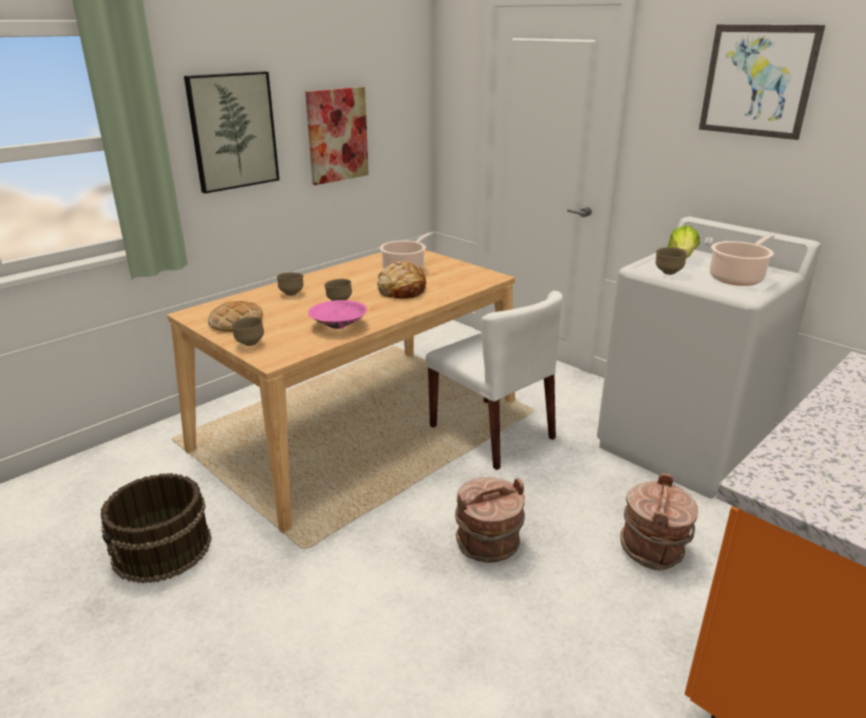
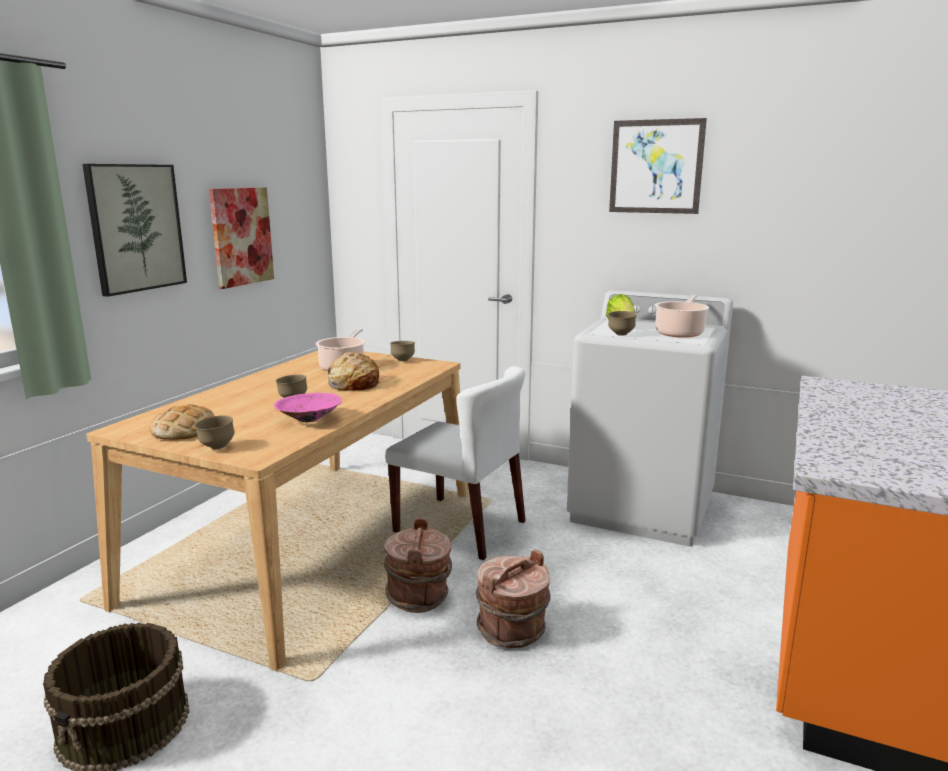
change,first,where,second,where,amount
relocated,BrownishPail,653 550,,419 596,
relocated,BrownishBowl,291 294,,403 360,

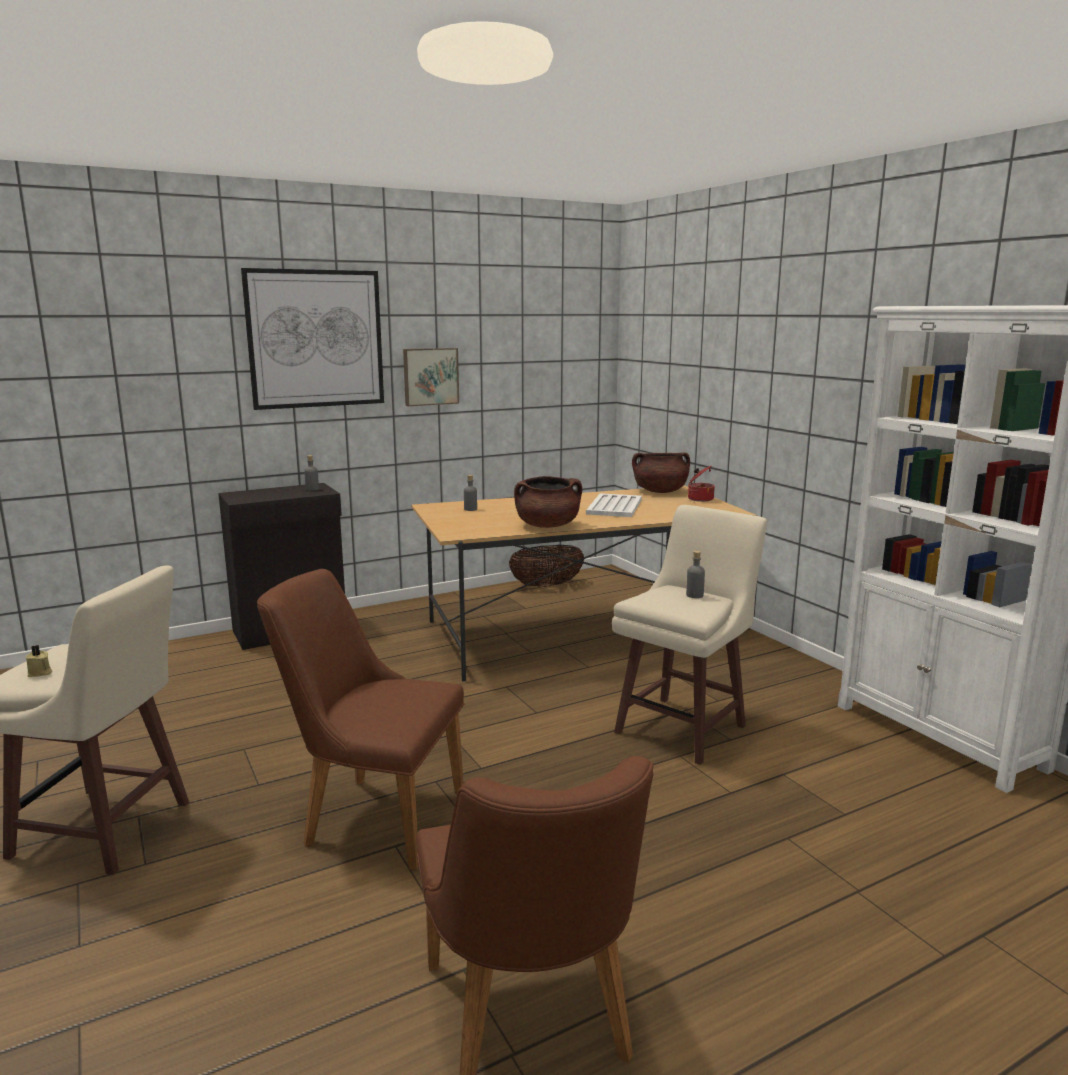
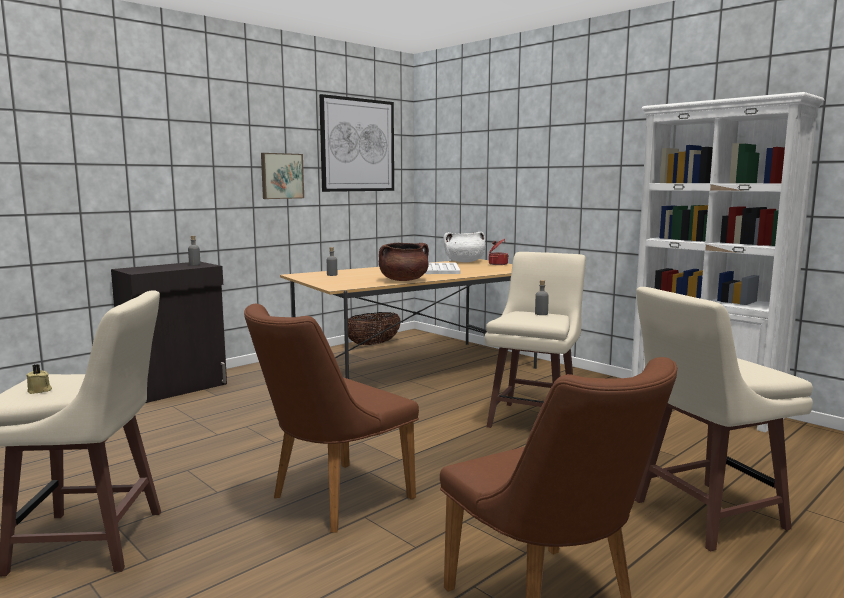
change,first,where,second,where,amount
spun,BrownishUprightChair,371 816,,331 500,45 degrees counterclockwise
relocated,WallPicture,315 339,,357 145,
colour,BrownishStockpot,660 491,WhitishStockpot,464 261,
appeared,,,BeigeColouredStool,705 515,

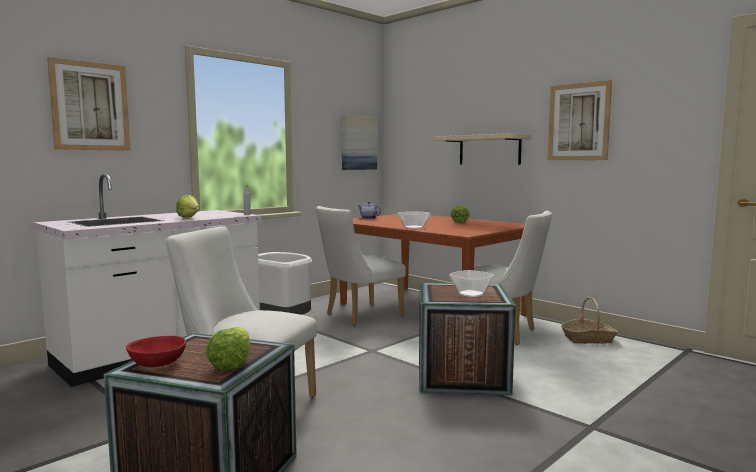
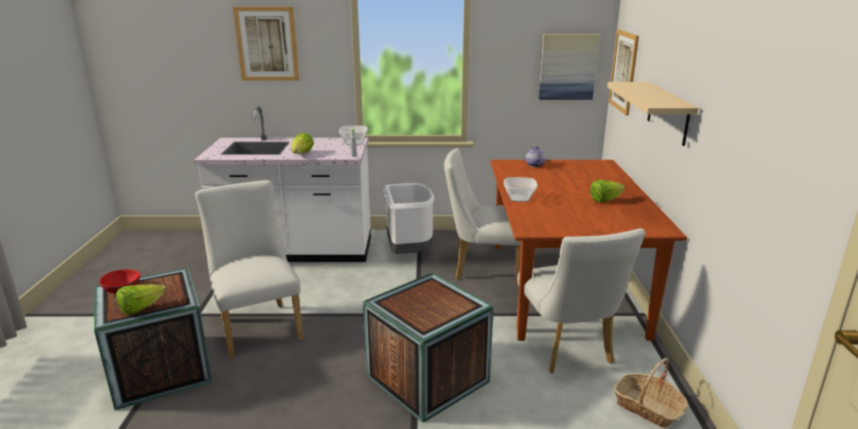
change,first,where,second,where,amount
relocated,Bowl,471 294,,354 143,
relocated,WallPicture,578 122,,623 71,

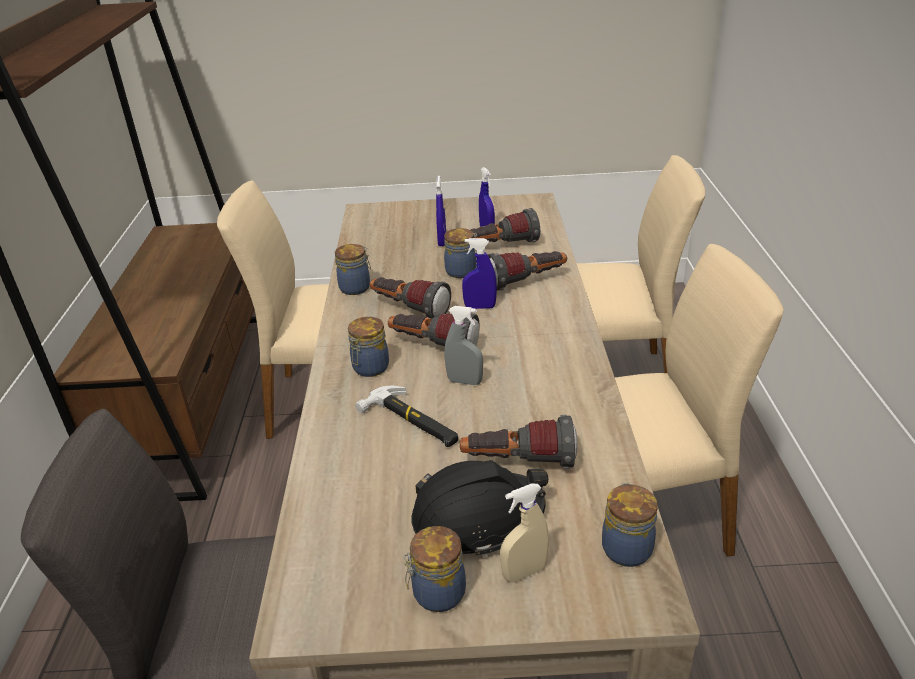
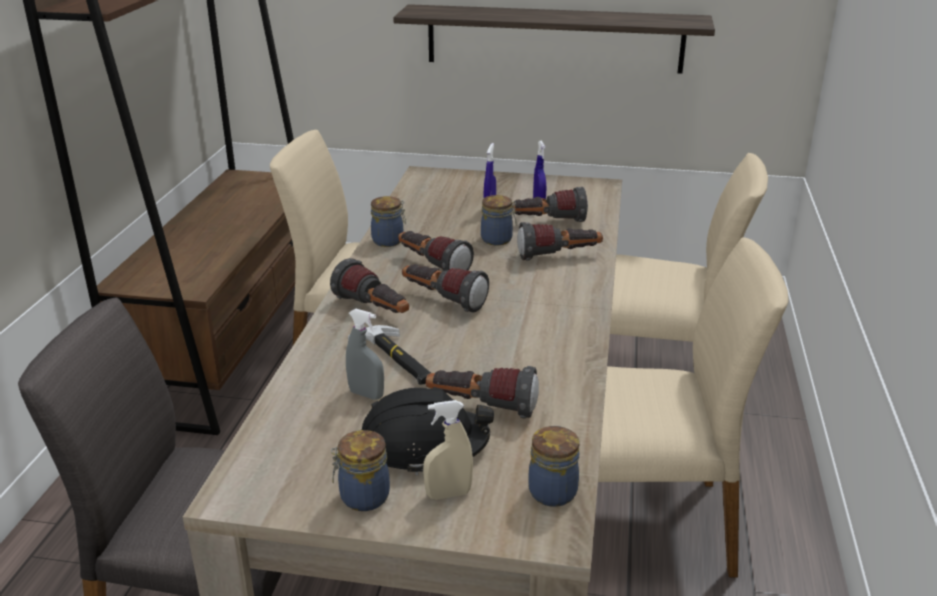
change,first,where,second,where,amount
exchanged,StorageJar,369 368,Flashlight,374 310,
relocated,GrayHandSprayer,464 381,,366 394,
appeared,,,BracketShelf,554 38,
missing,BluishHandSprayer,480 307,,,

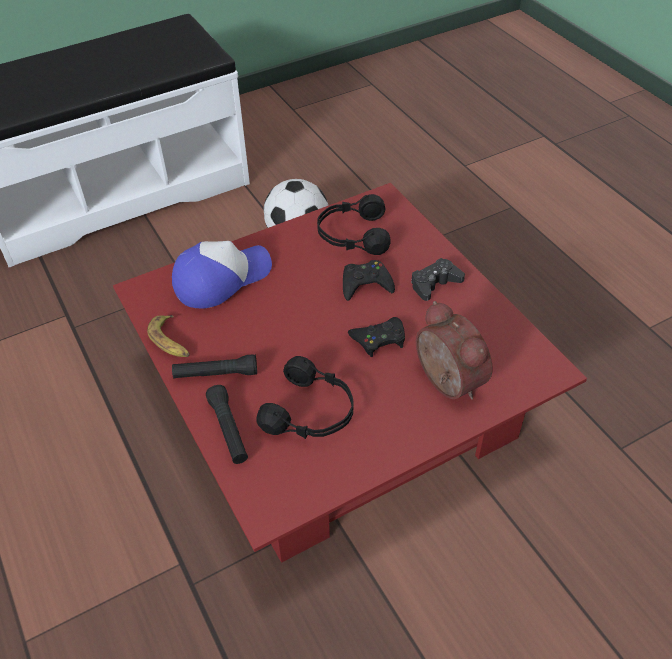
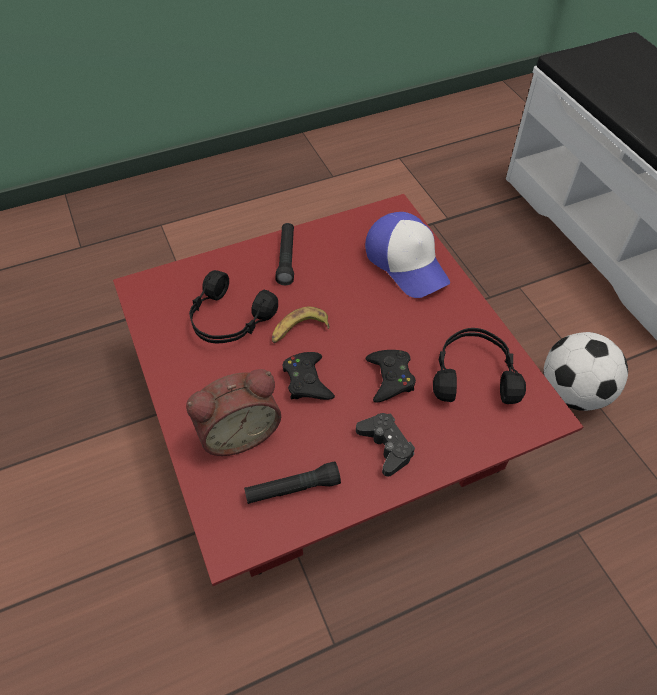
change,first,where,second,where,amount
relocated,BlackFlashlight,228 430,,292 489,
relocated,BananaFruit,171 341,,299 330,

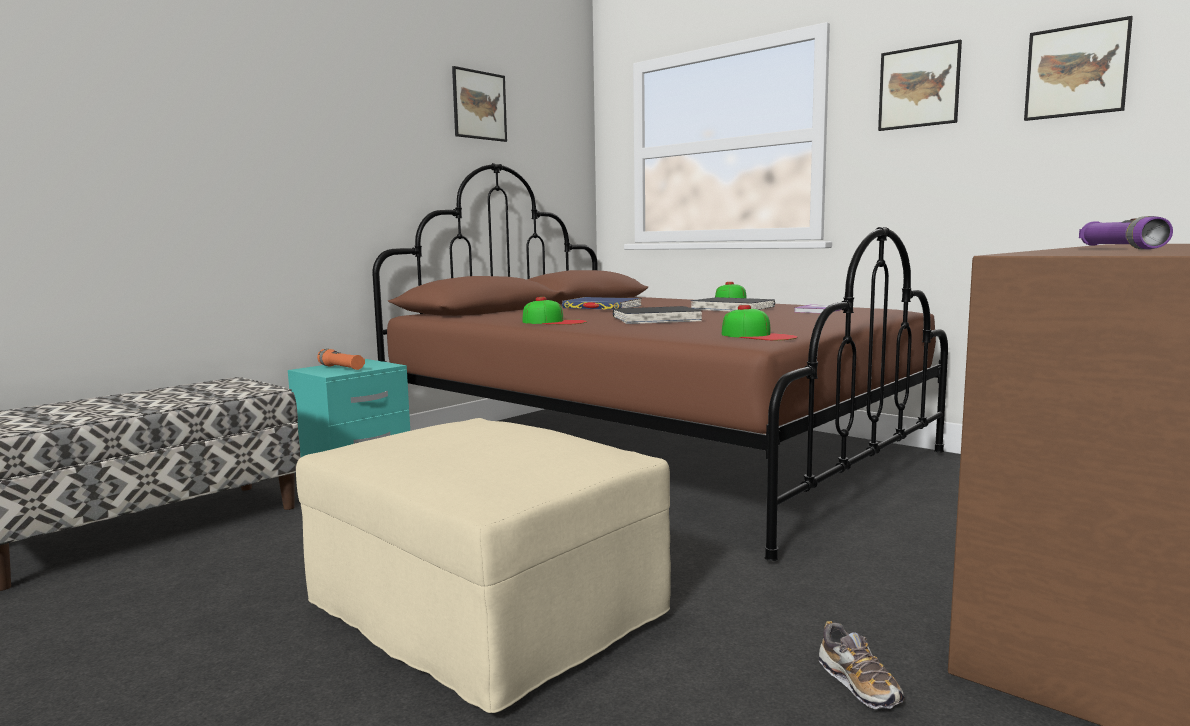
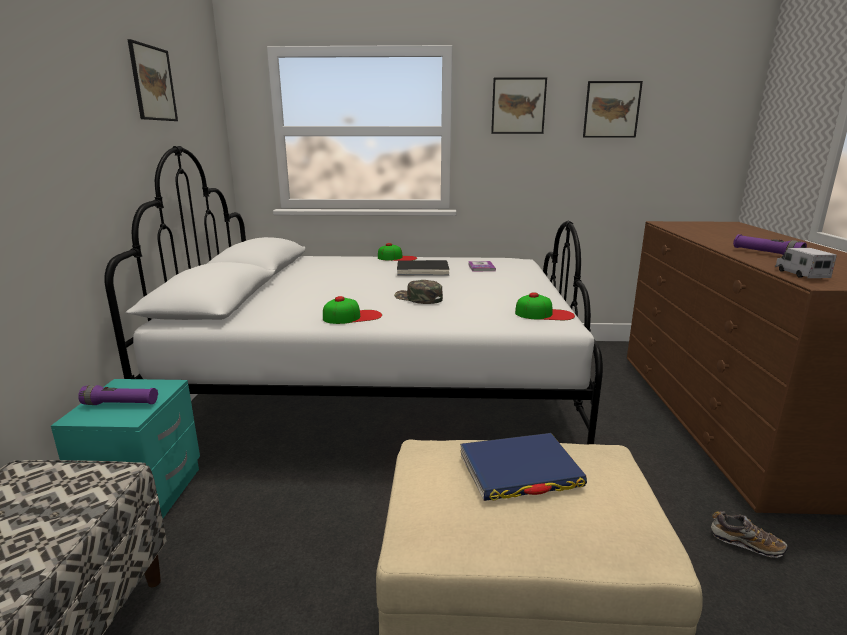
change,first,where,second,where,amount
colour,OrangeyFlashlight,341 368,PurplishFlashlight,120 404,
colour,BrownishBedroomBed,654 452,WhitishBedroomBed,381 388,
exchanged,BlackBook,656 319,GreenColouredCap,418 298,
relocated,BluishBook,602 308,,519 471,
appeared,,,ToyLorry,801 274,

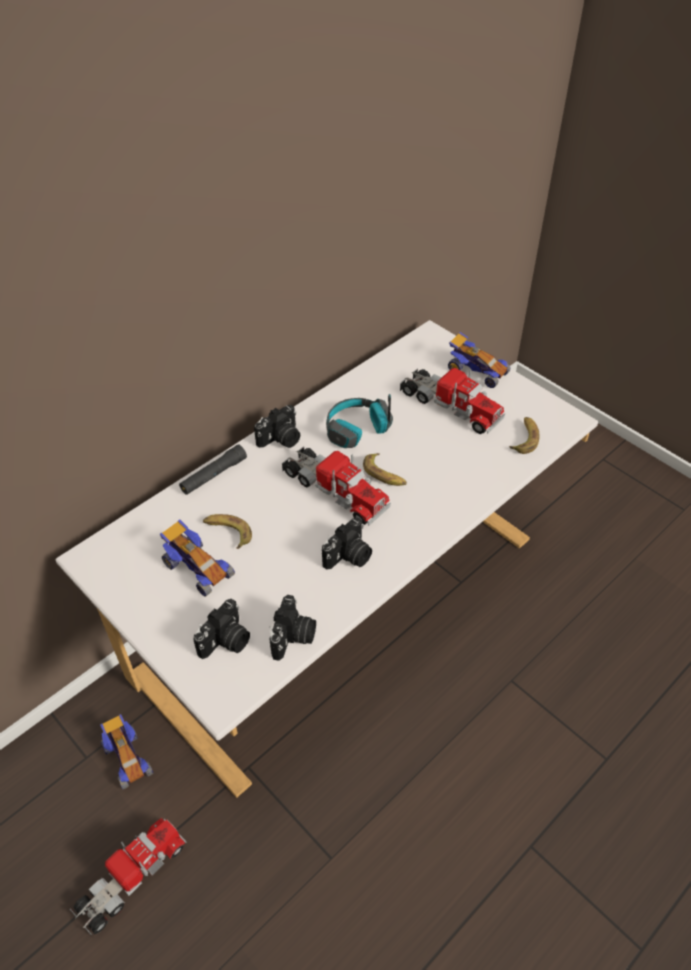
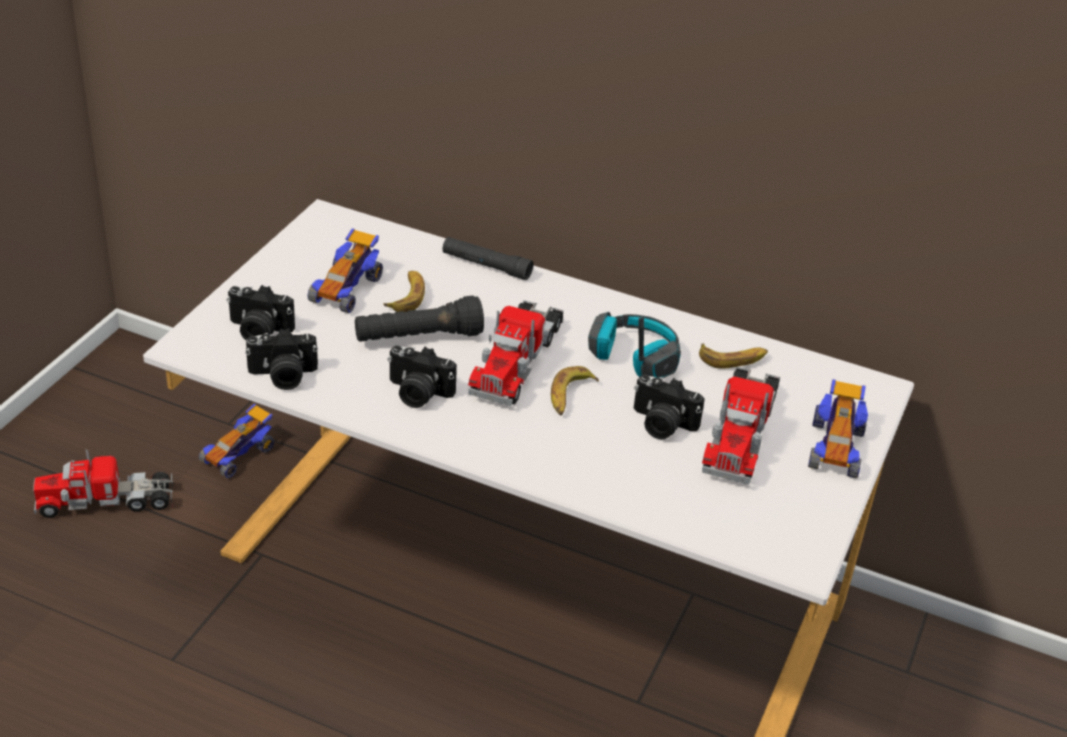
change,first,where,second,where,amount
spun,ToyLorry,131 878,,106 501,150 degrees clockwise
appeared,,,BlackFlashlight,418 338,
relocated,PhotoCamera,281 439,,661 424,
relocated,BananaFruit,524 438,,733 359,

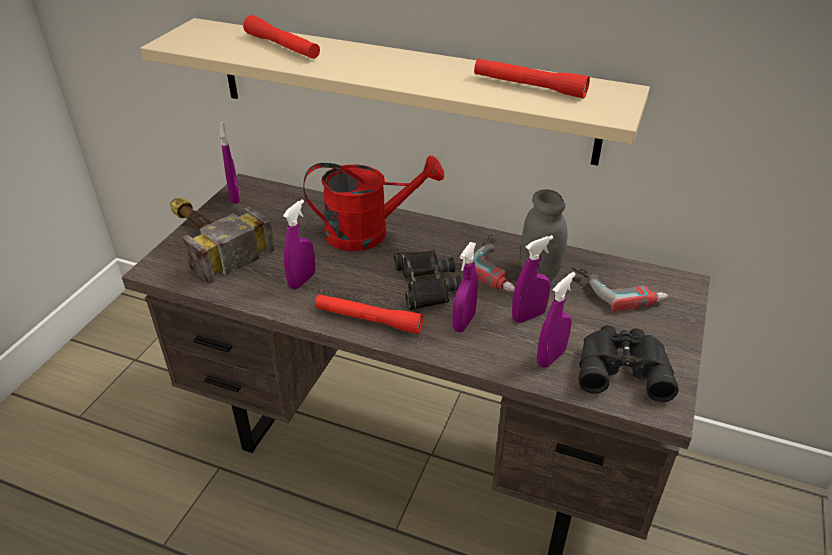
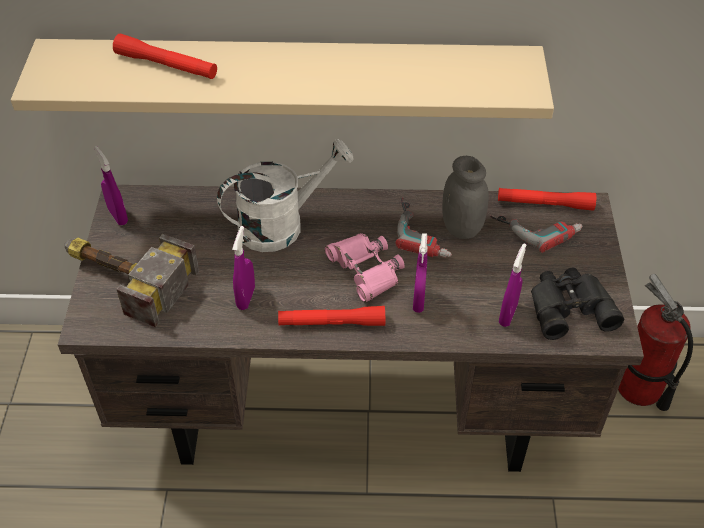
change,first,where,second,where,amount
colour,ReddishWateringPot,369 232,WhitishWateringPot,282 224,
colour,BlackFieldGlasses,425 285,PinkColouredFieldGlasses,365 270,
relocated,ReddishFlashlight,529 86,,545 204,
appeared,,,FireFightingCylinder,639 388,
missing,PurplishHandSprayer,528 316,,,

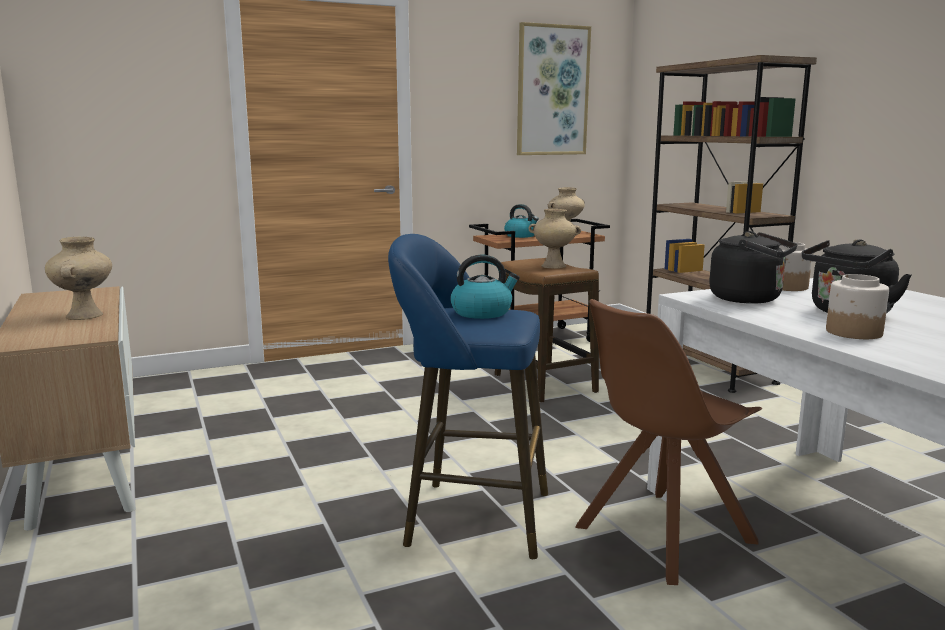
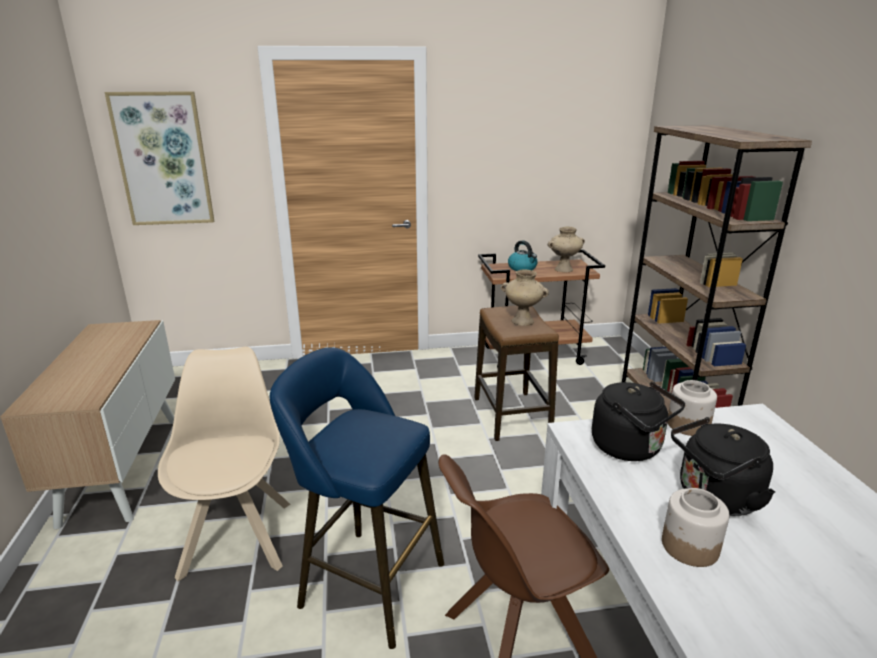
change,first,where,second,where,amount
relocated,WallPicture,552 91,,163 160,
appeared,,,BeigeColouredUprightChair,238 535,
missing,BeigeColouredVase,85 316,,,
missing,WaterKettle,482 312,,,

